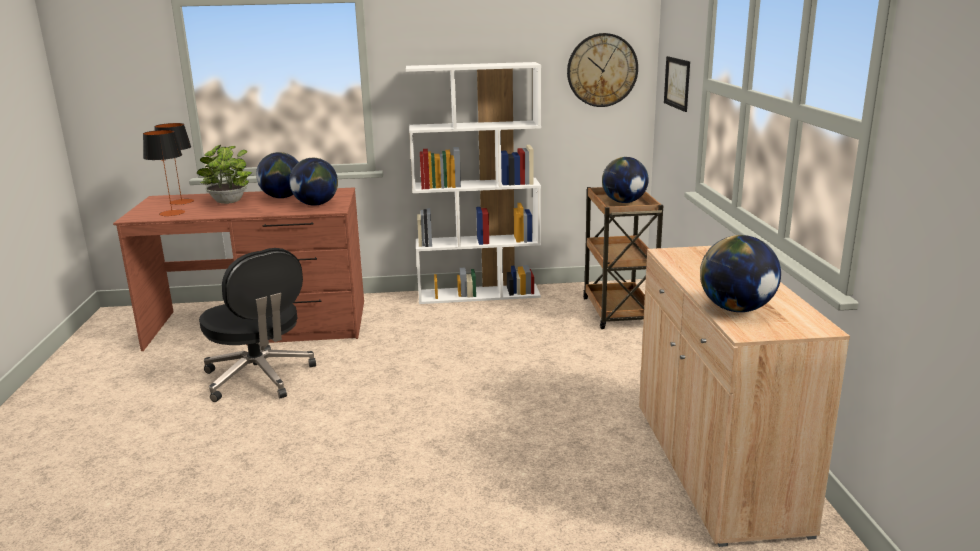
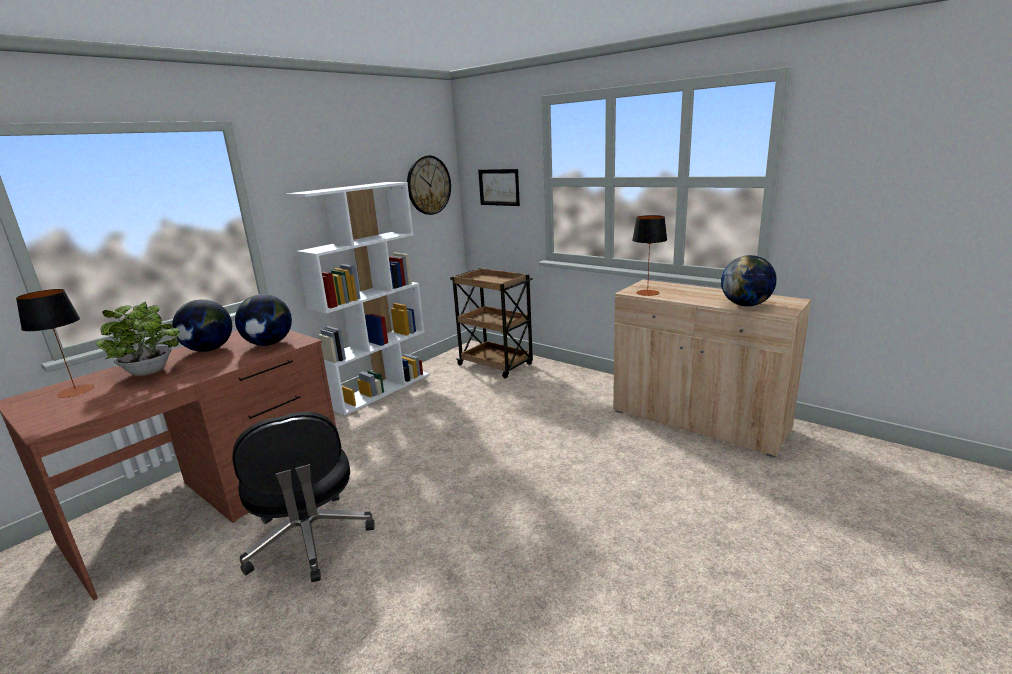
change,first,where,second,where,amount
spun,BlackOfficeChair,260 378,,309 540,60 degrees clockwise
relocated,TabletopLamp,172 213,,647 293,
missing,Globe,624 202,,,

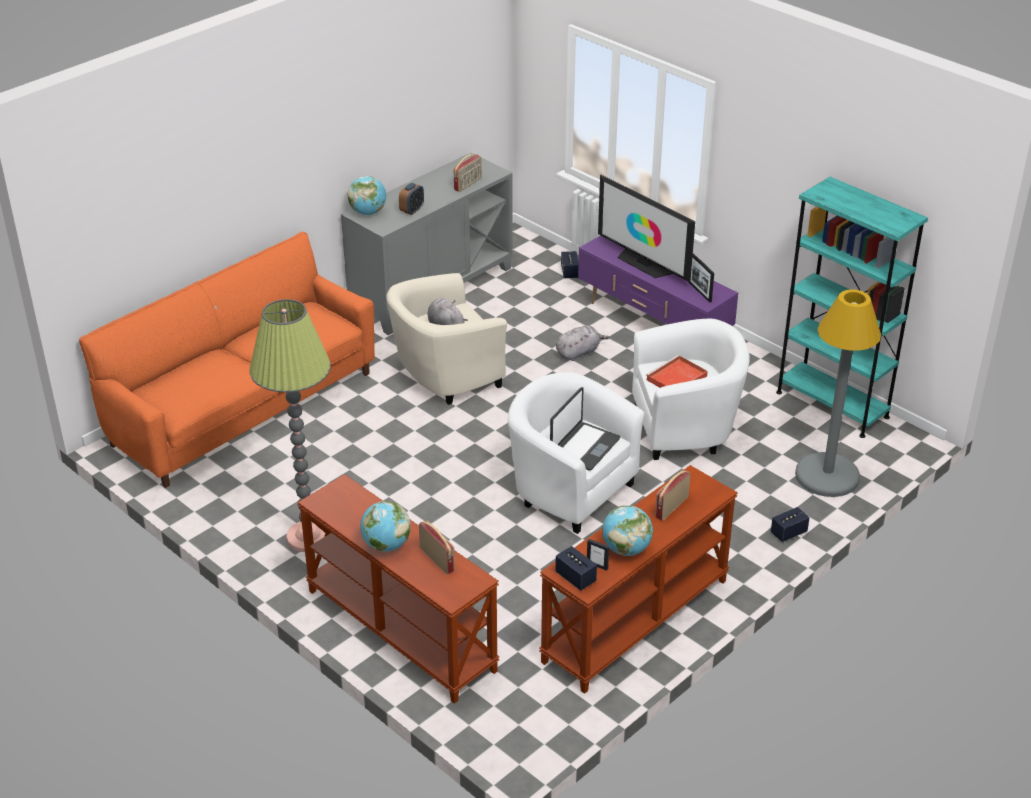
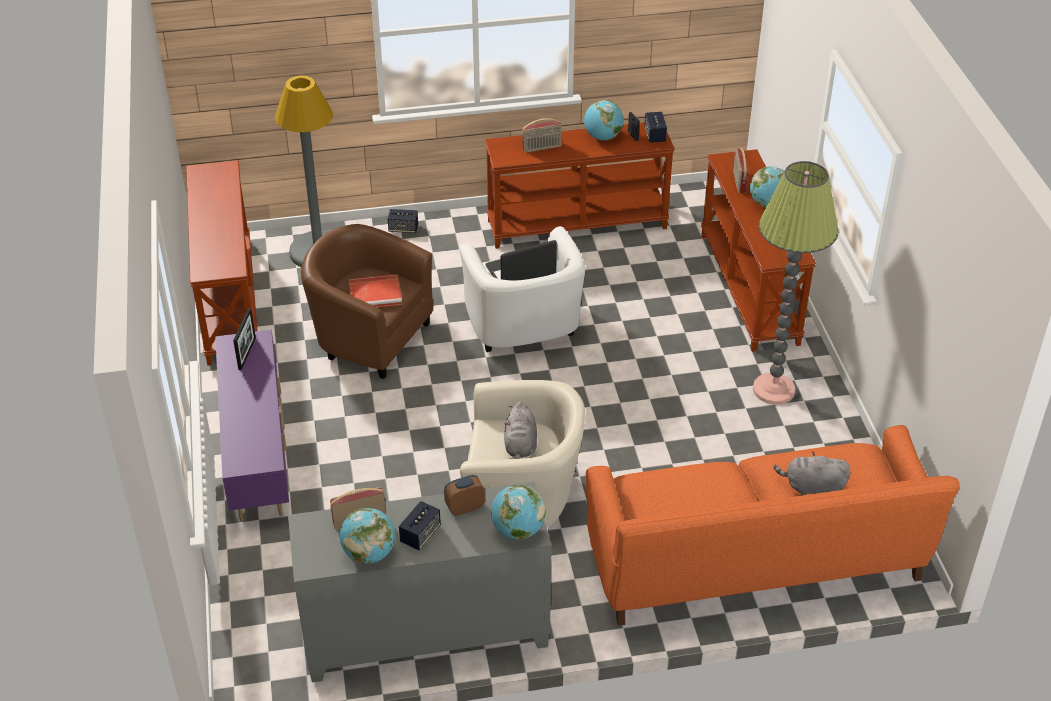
change,first,where,second,where,amount
exchanged,TurquoiseColouredBookcase,832 404,BrownishConsoleTable,228 300,
colour,WhitishEasyChair,686 428,BrownishEasyChair,369 337,
appeared,,,Globe,369 553,
relocated,Speaker,569 272,,420 535,
relocated,GraySoftToy,579 352,,812 487,
missing,Tv,644 264,,,

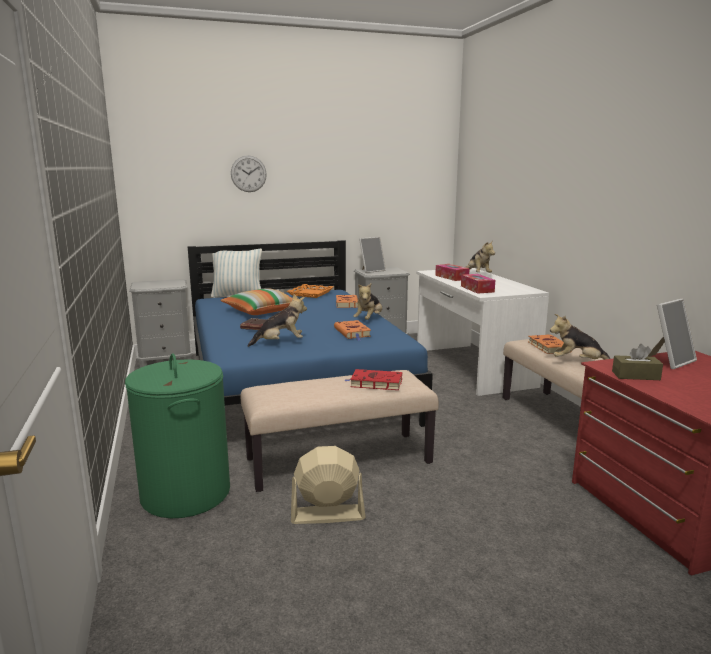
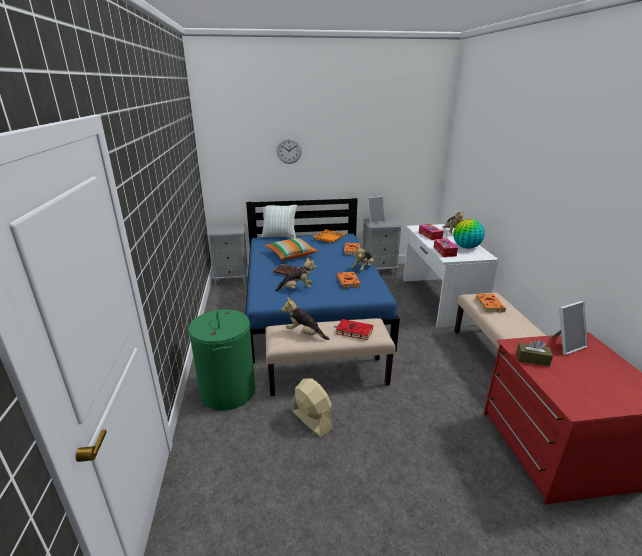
change,first,where,second,where,amount
relocated,SoftToy,578 362,,304 334,
spun,BeigeColouredFan,327 514,,311 419,45 degrees clockwise
appeared,,,Globe,466 247,

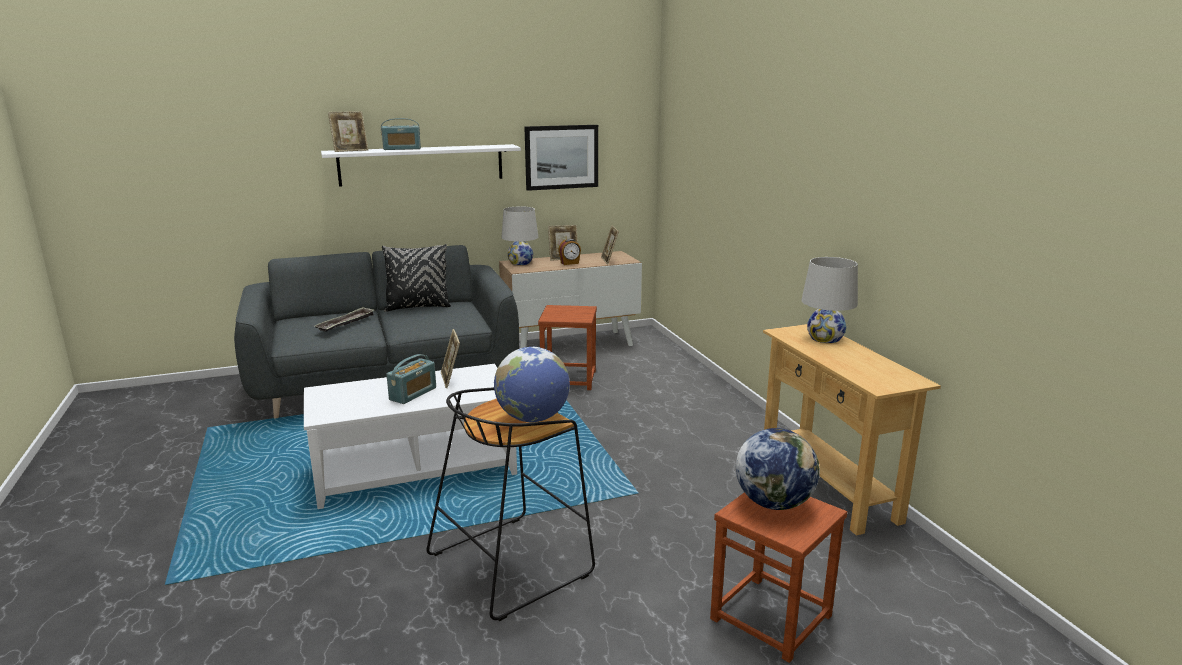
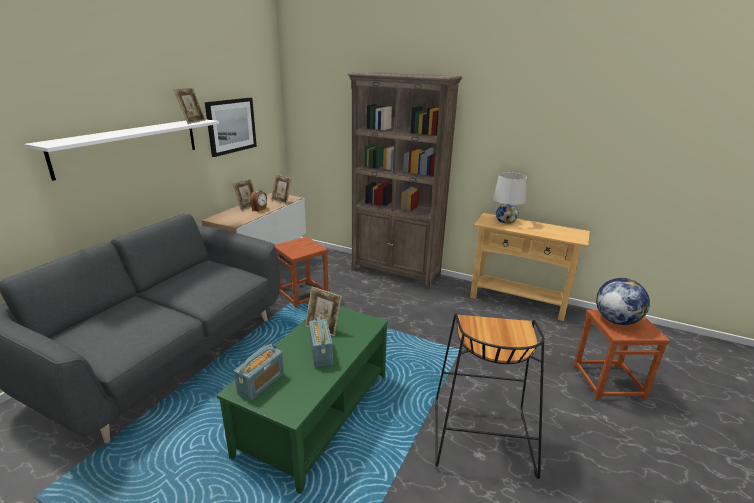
change,first,where,second,where,amount
relocated,StandingFrame,350 150,,192 122,
colour,WhitishLowTable,415 469,GreenColouredLowTable,315 412,
relocated,Radio,402 149,,261 383,
appeared,,,BrownishBookcase,396 272,
missing,Tray,346 323,,,
missing,BlackCushion,418 307,,,
missing,Globe,533 418,,,
missing,WhitishTabletopLamp,520 263,,,

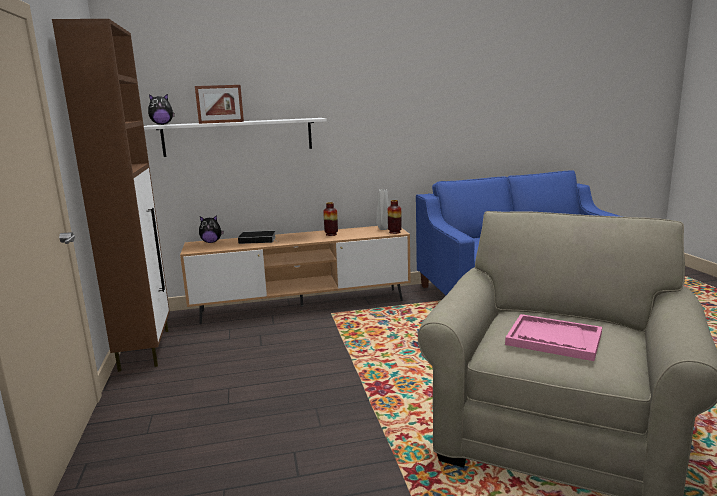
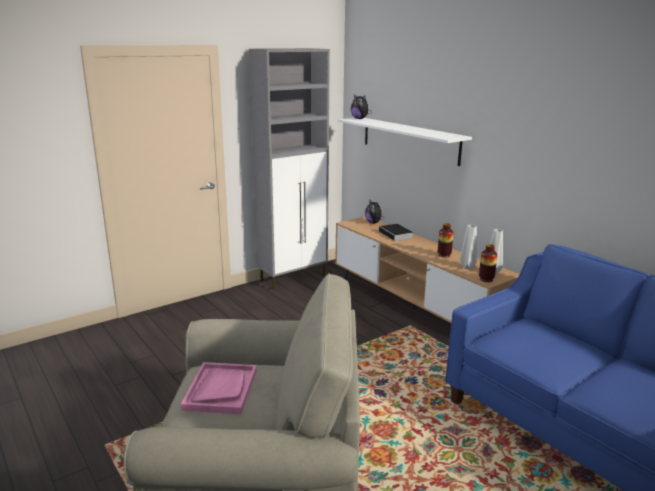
change,first,where,second,where,amount
colour,BrownishStorageCabinet,145 349,GrayStorageCabinet,293 278,
appeared,,,GrayVase,466 267,
missing,StandingFrame,221 122,,,

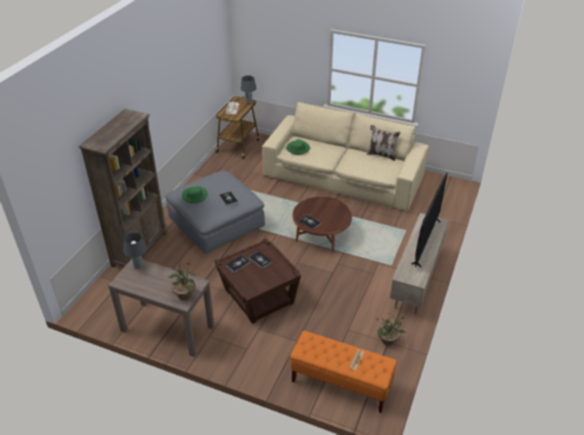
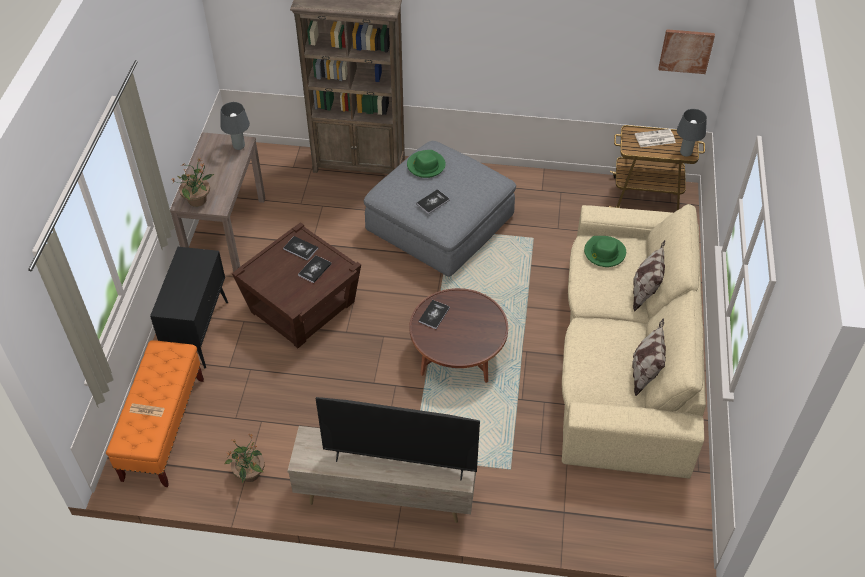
change,first,where,second,where,amount
appeared,,,BlackStorageCabinet,199 331,
appeared,,,Cushion,644 292,
appeared,,,WallPicture,686 50,

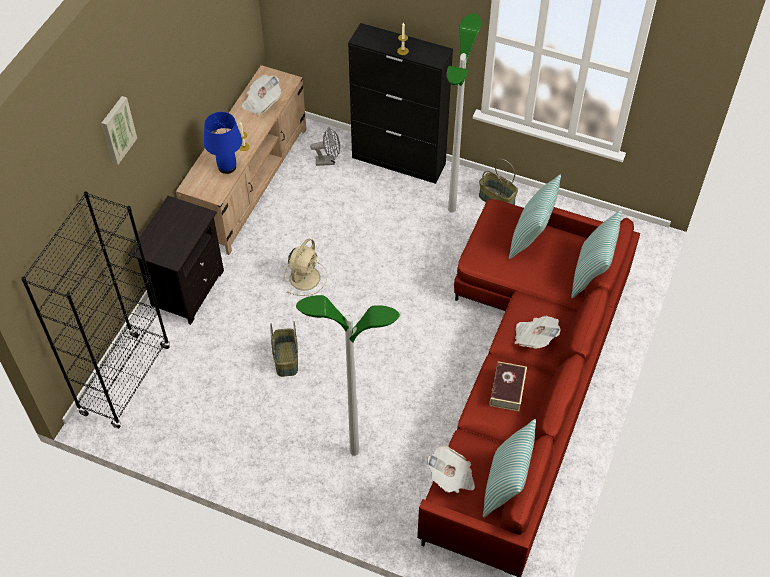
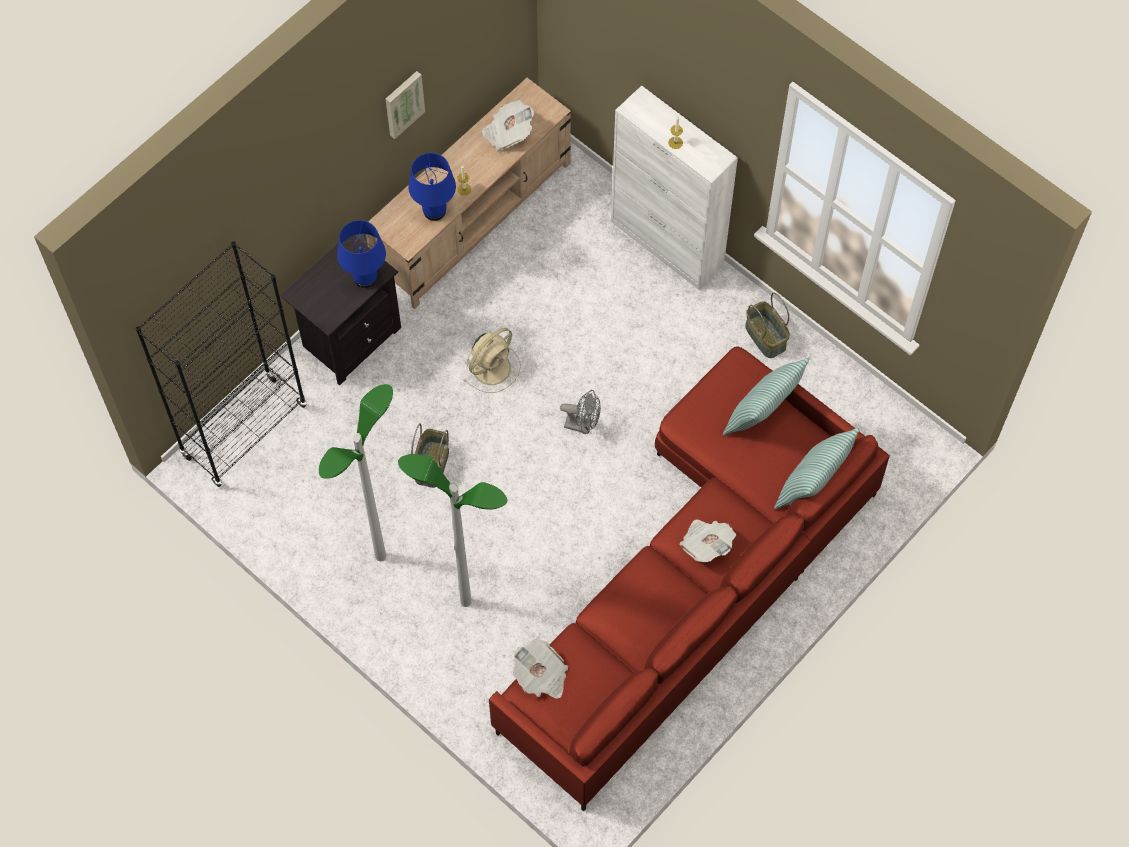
change,first,where,second,where,amount
relocated,StandingLamp,451 209,,380 556,
appeared,,,BluishTabletopLamp,365 278,
relocated,WallPicture,117 130,,403 103,
relocated,GrayFan,328 161,,582 425,
colour,BlackStorageCabinet,399 161,WhitishStorageCabinet,667 244,
missing,Cushion,506 485,,,
missing,Book,507 389,,,

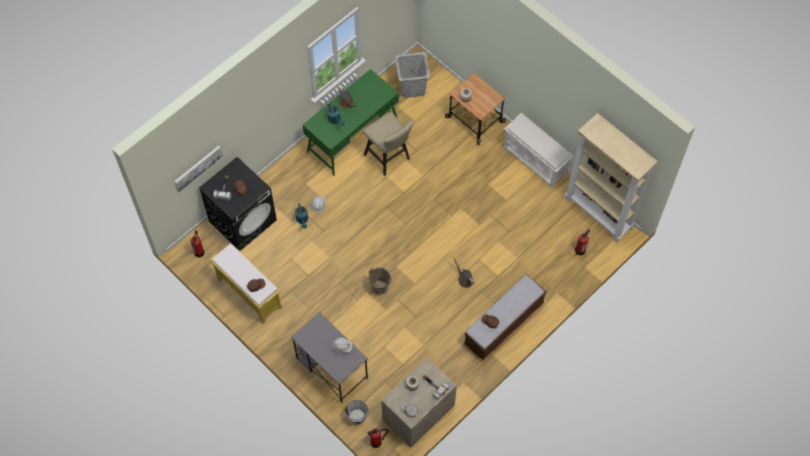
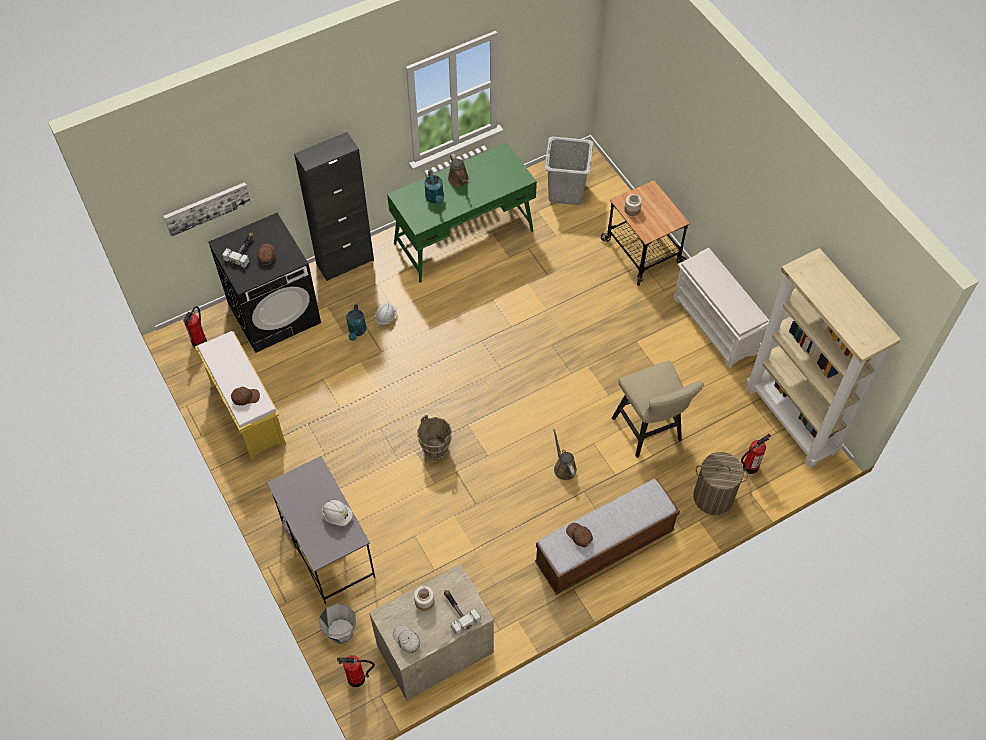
change,first,where,second,where,amount
appeared,,,BlackStorageCabinet,345 262,
relocated,BeigeColouredStool,389 158,,649 432,
appeared,,,Hamper,713 497,

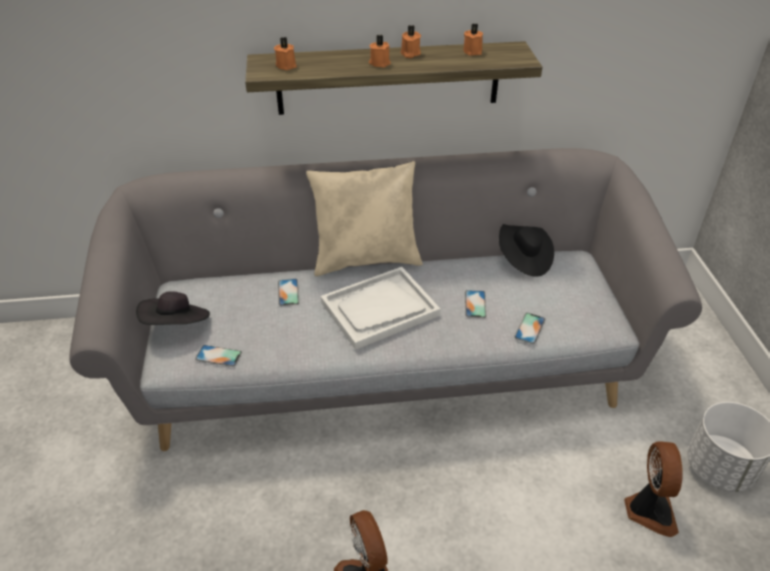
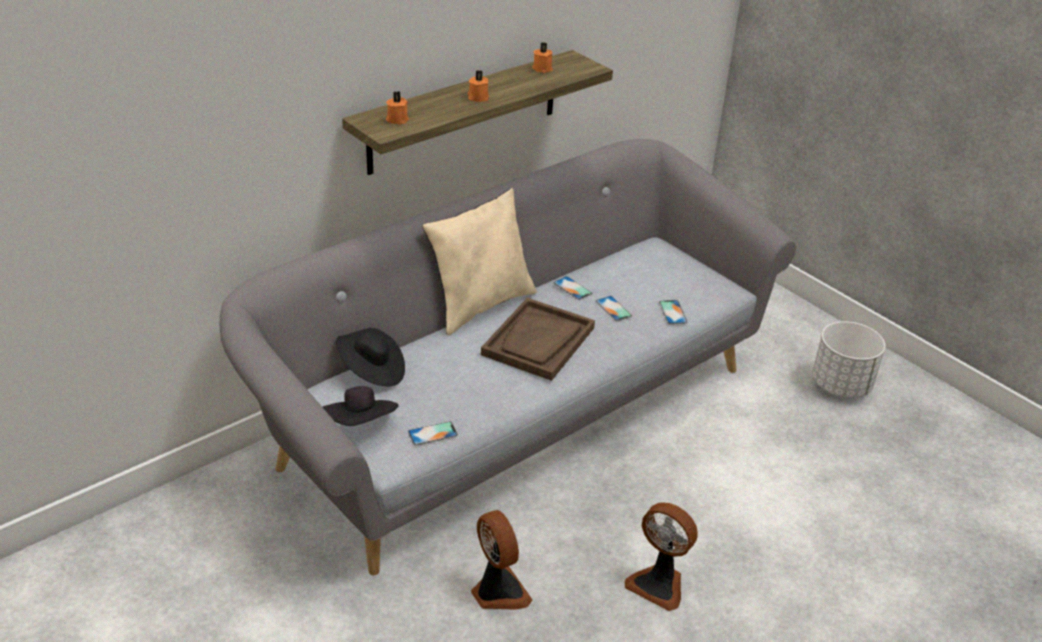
change,first,where,second,where,amount
relocated,BlackHat,523 259,,372 371,
relocated,Fan,648 510,,498 592,
colour,WhitishTray,379 309,BrownishTray,538 341,
relocated,Handset,288 292,,572 288,
missing,OrangeyWaxCandle,409 54,,,

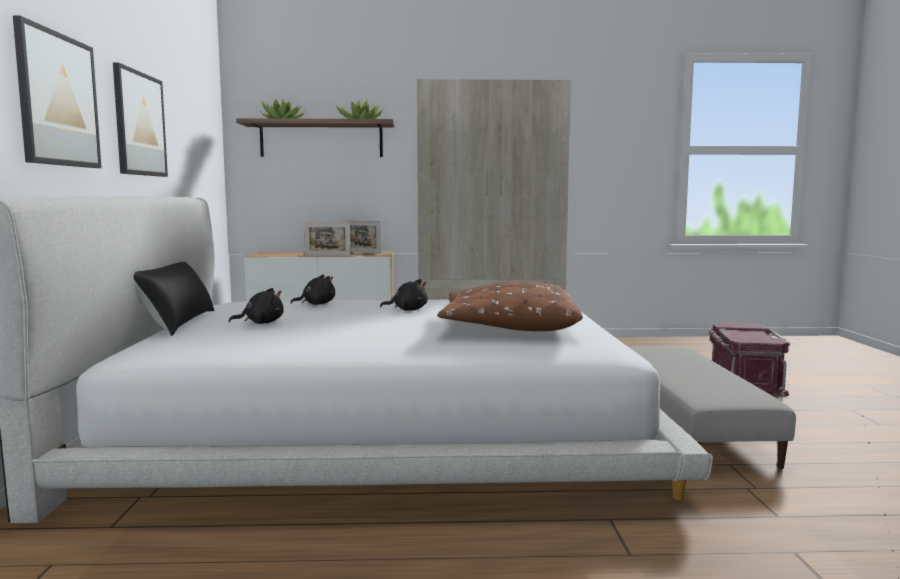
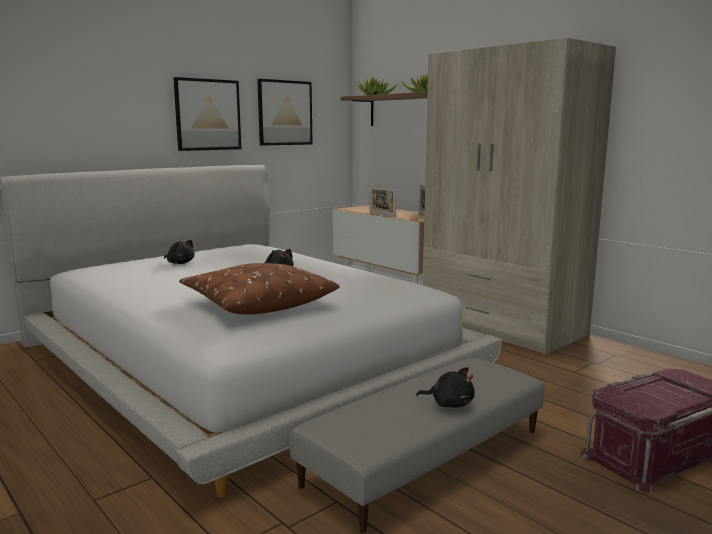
change,first,where,second,where,amount
relocated,WallPicture,58 100,,285 113,
relocated,BlackSoftToy,316 304,,449 404,
missing,BlackCushion,177 322,,,

